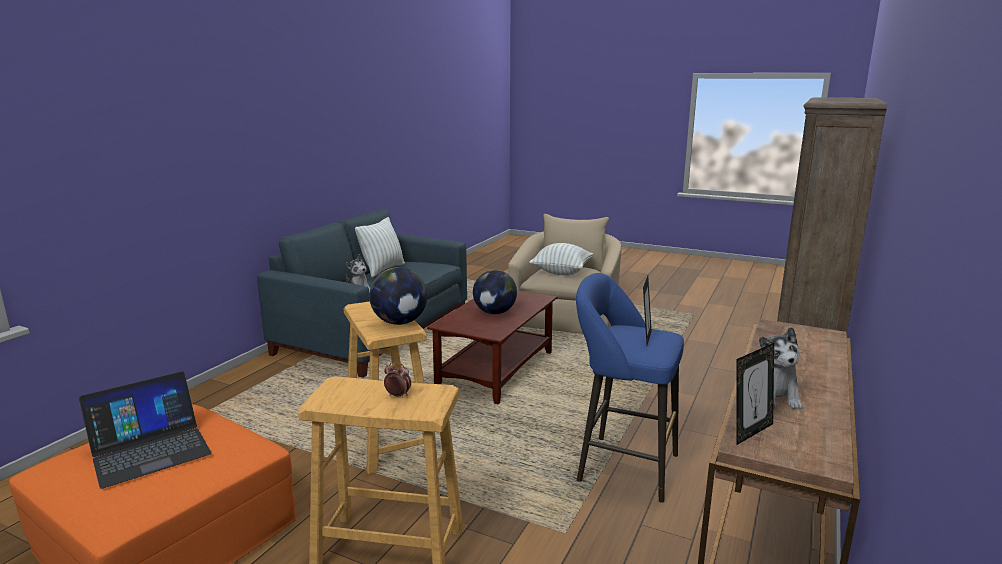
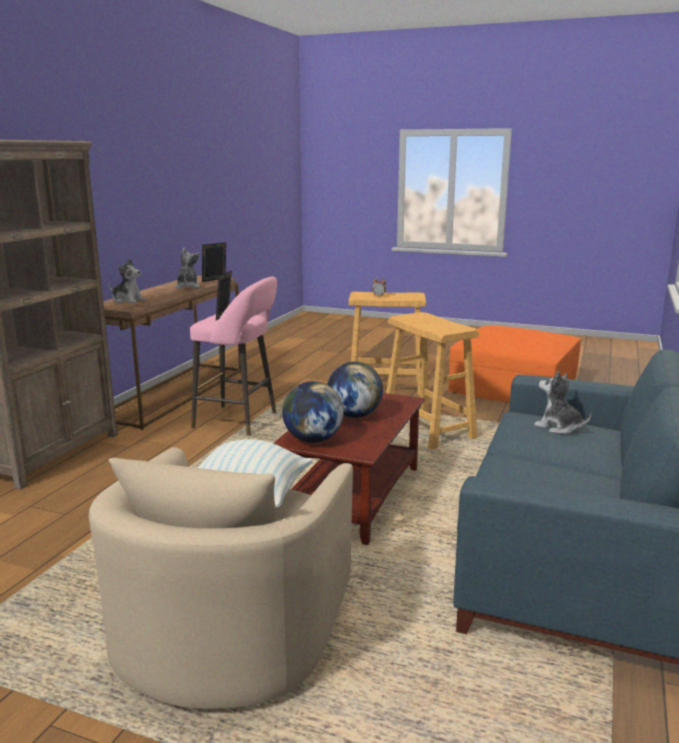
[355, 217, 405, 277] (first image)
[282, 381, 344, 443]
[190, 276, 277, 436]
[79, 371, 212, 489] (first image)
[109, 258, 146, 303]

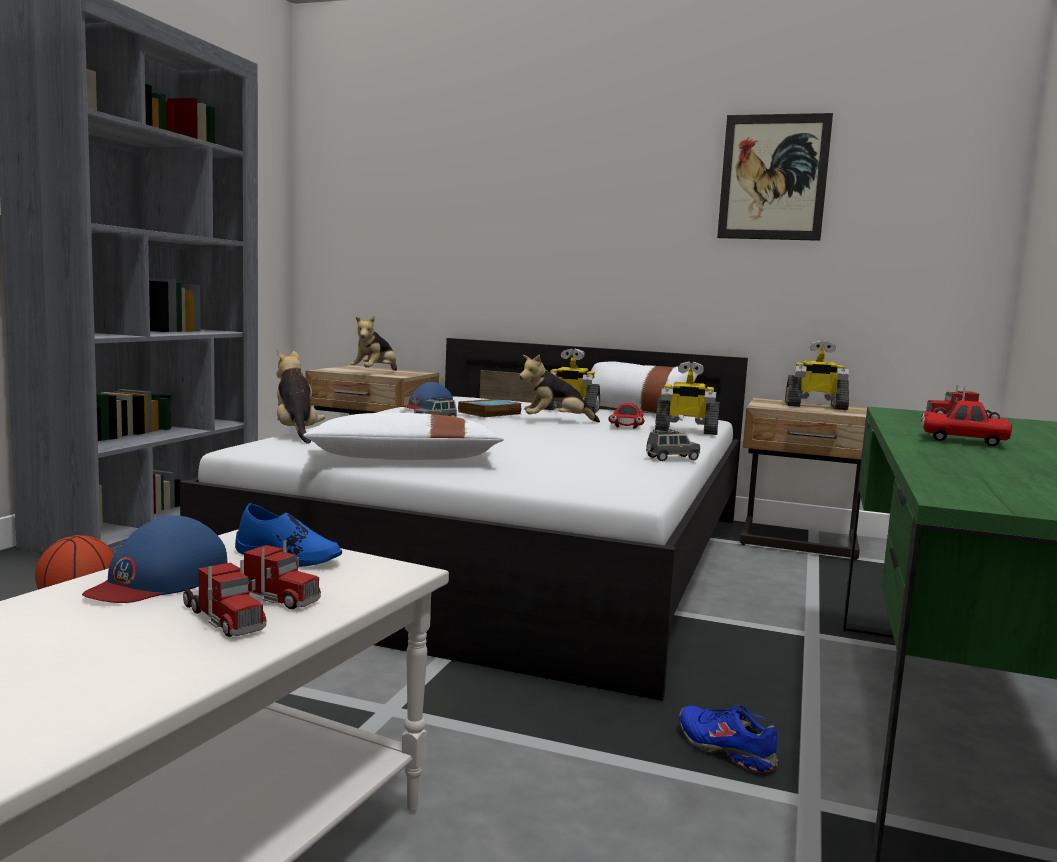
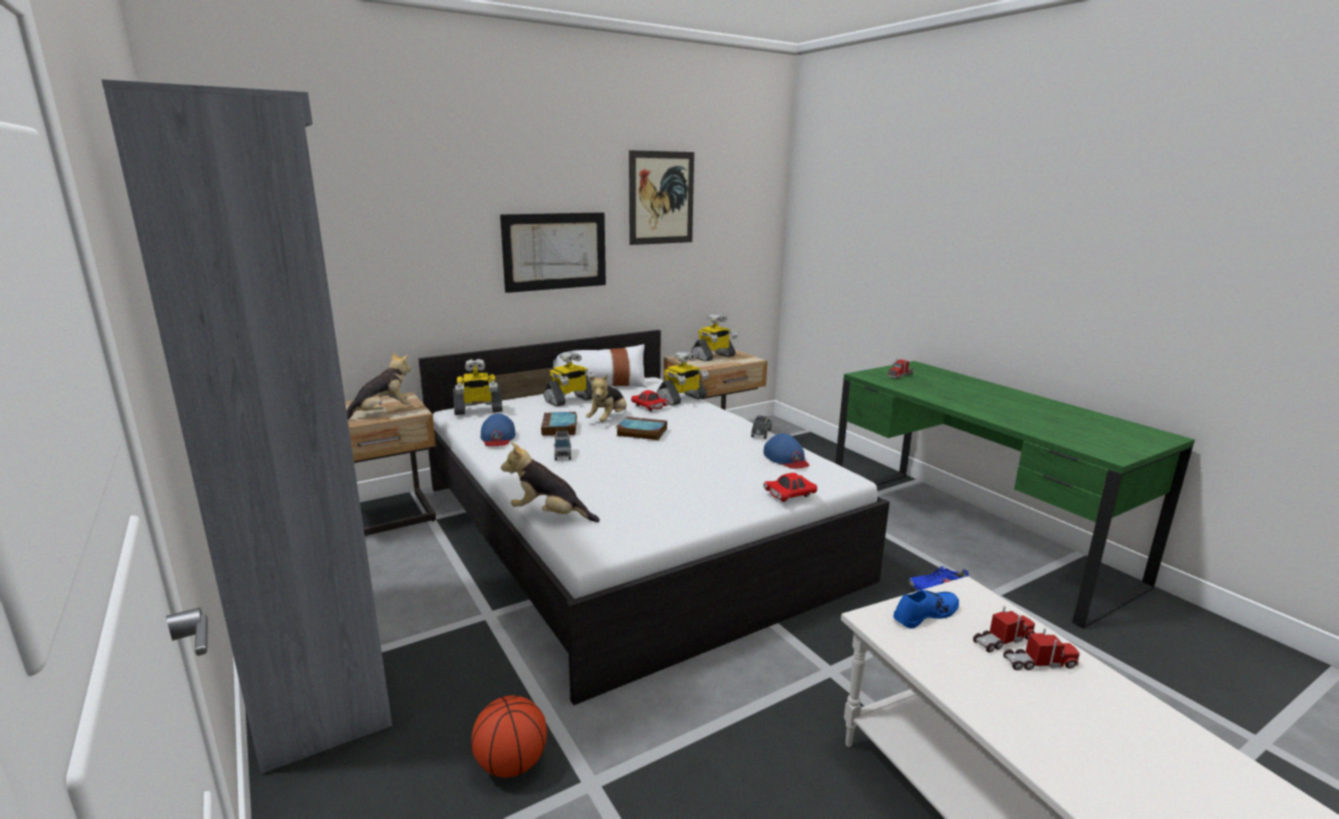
[347, 352, 411, 419]
[763, 473, 817, 502]
[303, 413, 504, 460] (first image)
[764, 433, 810, 469]
[500, 212, 606, 293]
[453, 359, 503, 415]
[617, 417, 667, 440]

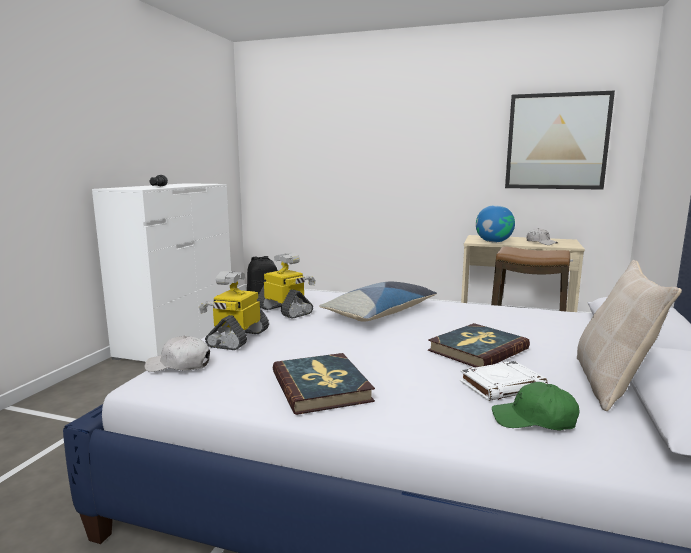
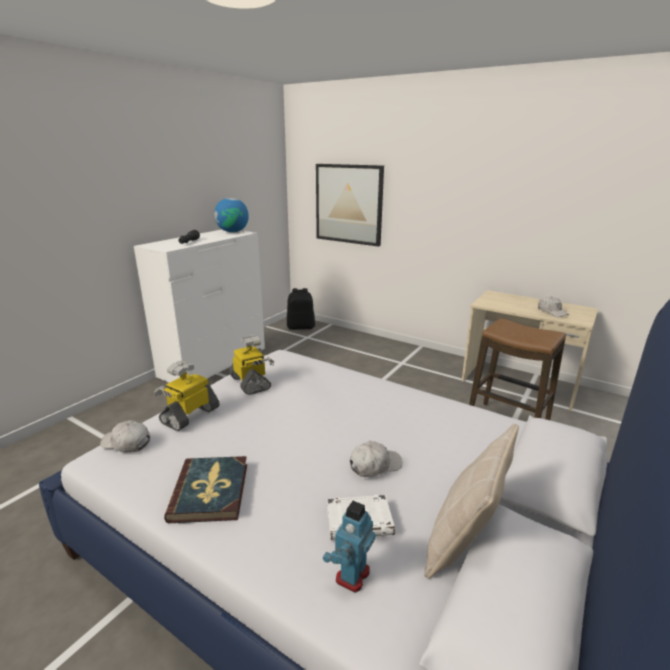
[316, 164, 384, 247]
[214, 198, 249, 232]
[319, 282, 437, 322] (first image)
[350, 441, 402, 477]
[323, 501, 375, 593]

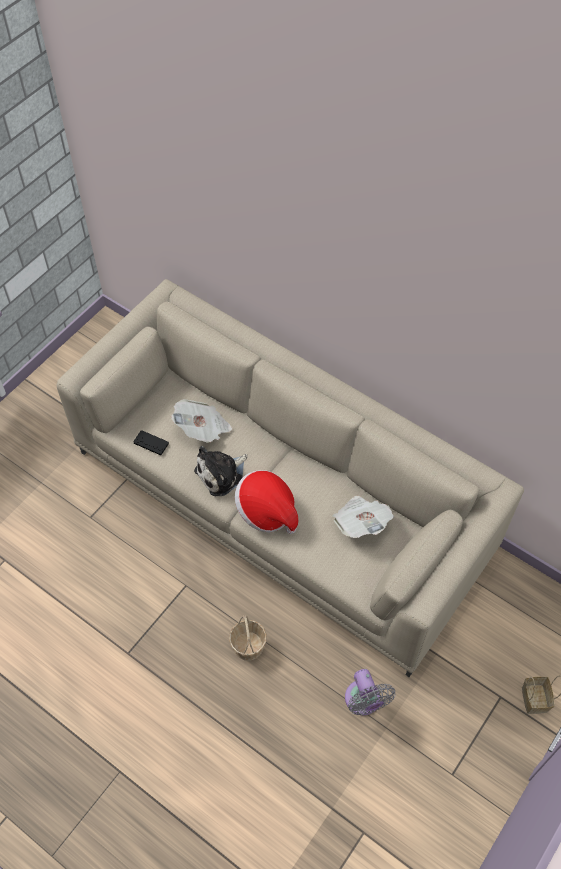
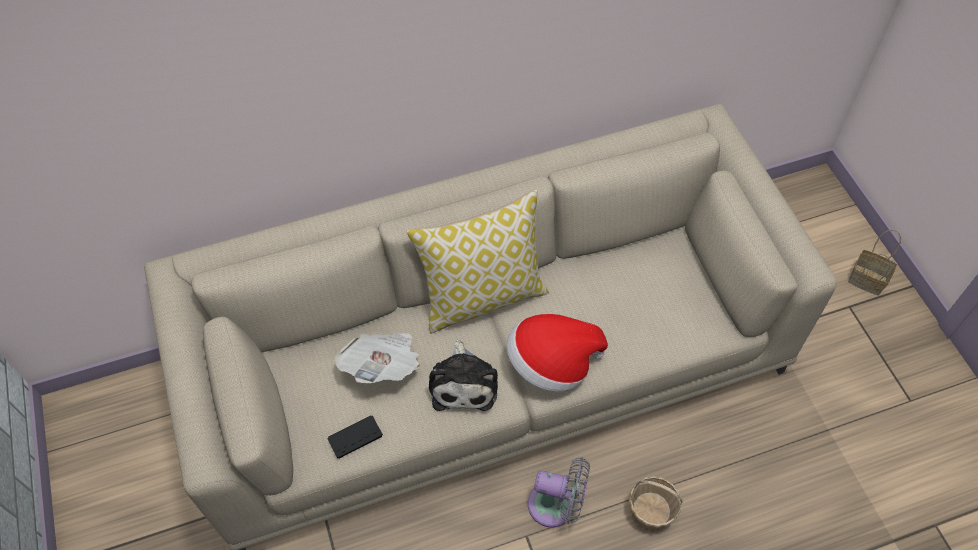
[332, 496, 394, 538] (first image)
[528, 457, 590, 528]
[406, 189, 549, 334]

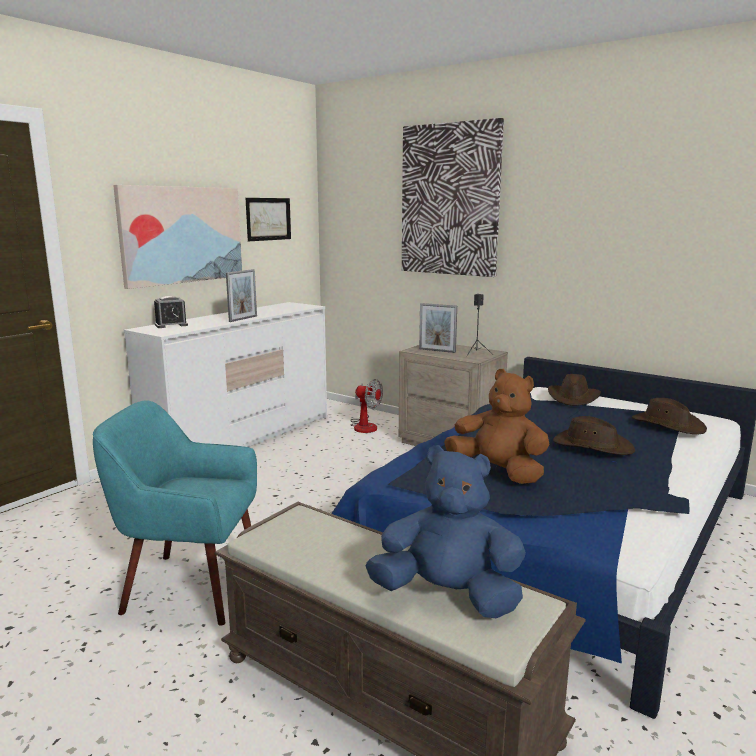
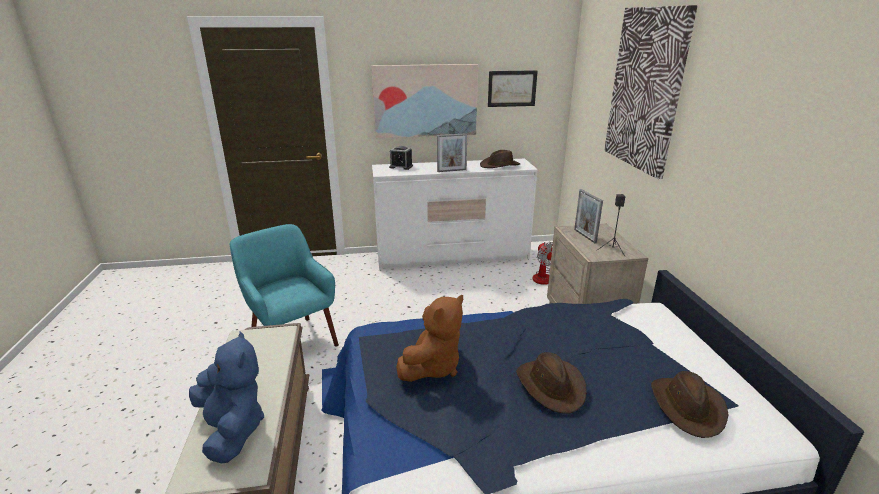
[396, 295, 463, 382]
[480, 150, 520, 168]

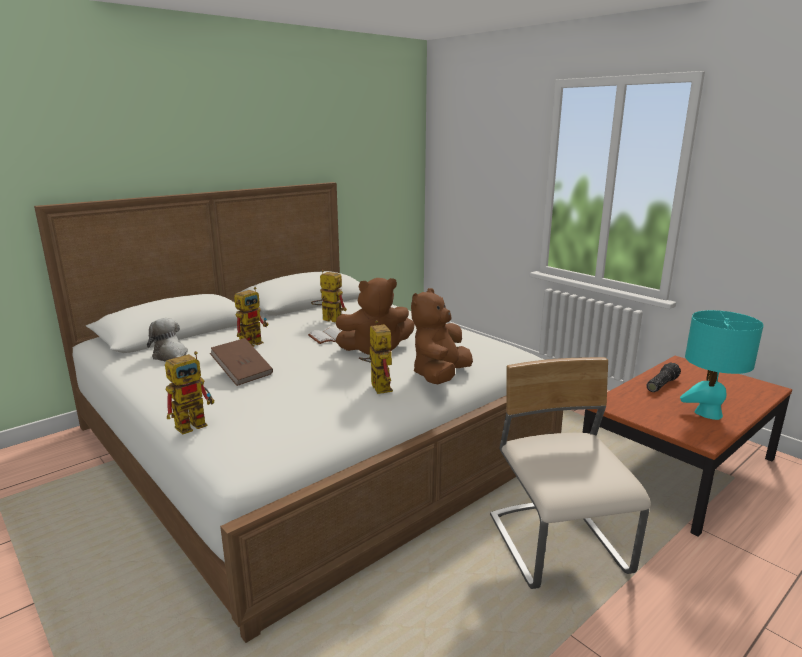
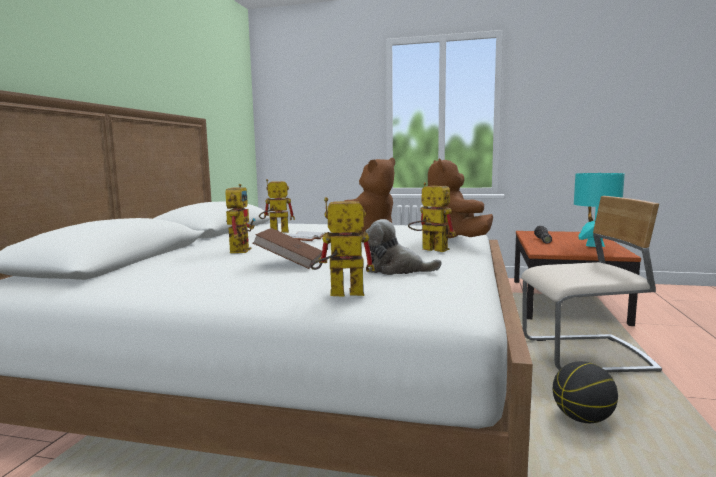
[365, 219, 442, 275]
[310, 197, 375, 297]
[521, 196, 662, 372]
[553, 361, 618, 423]

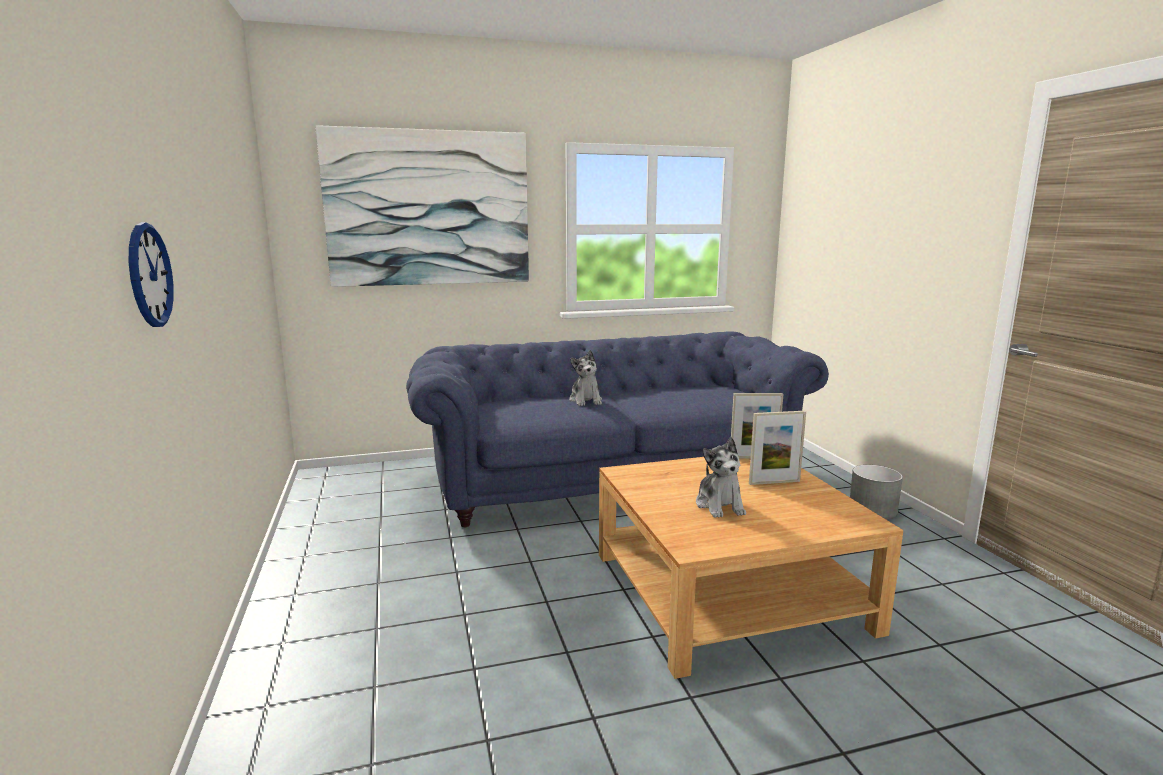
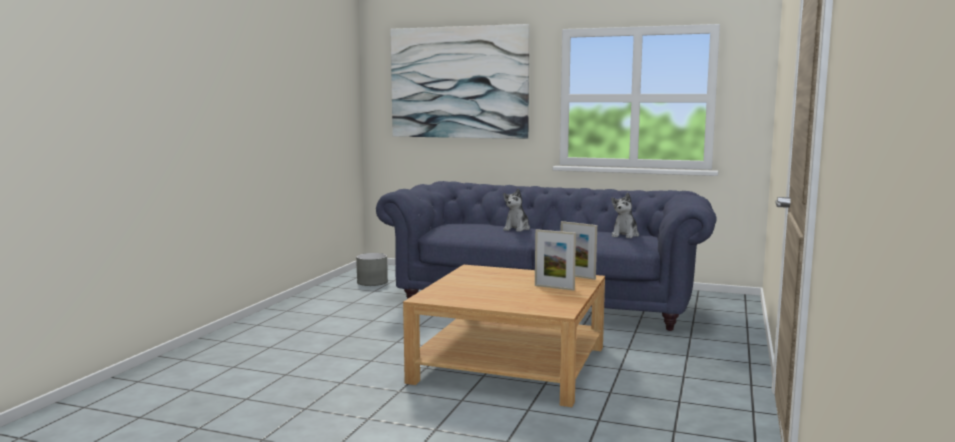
[129, 222, 174, 327] (first image)
[611, 193, 639, 238]
[356, 253, 388, 286]

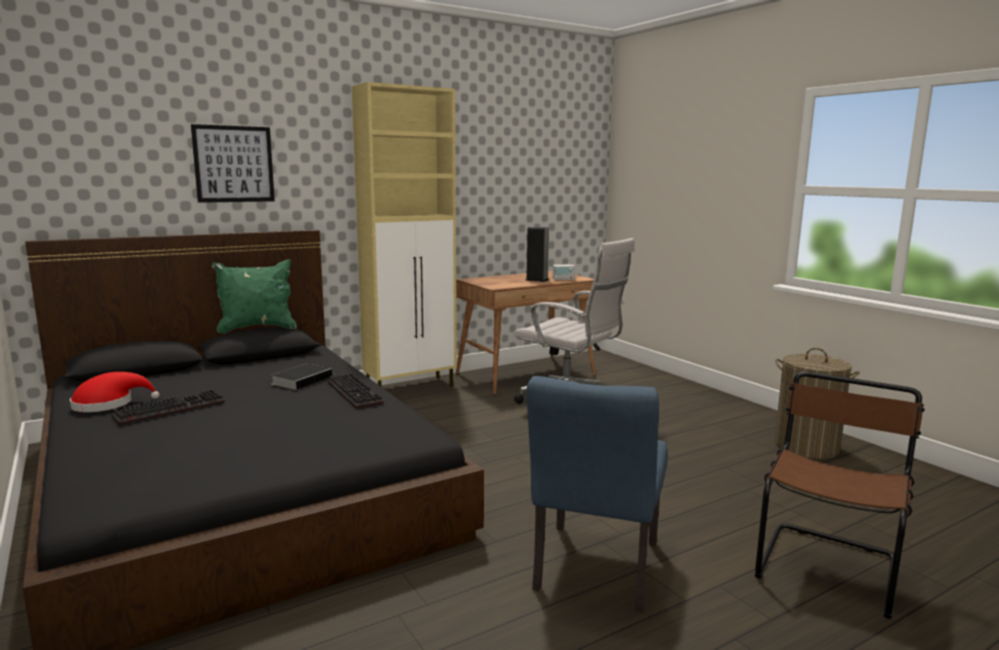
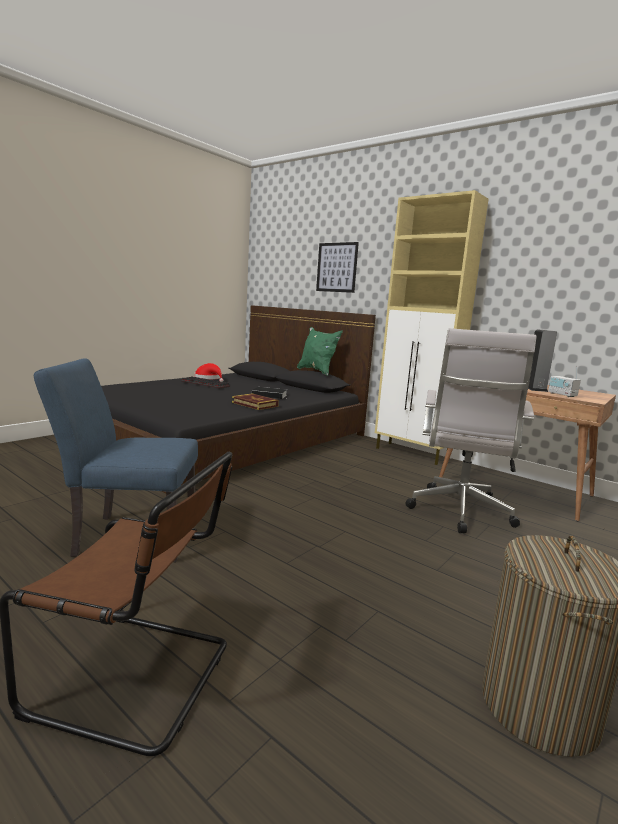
[232, 394, 279, 410]

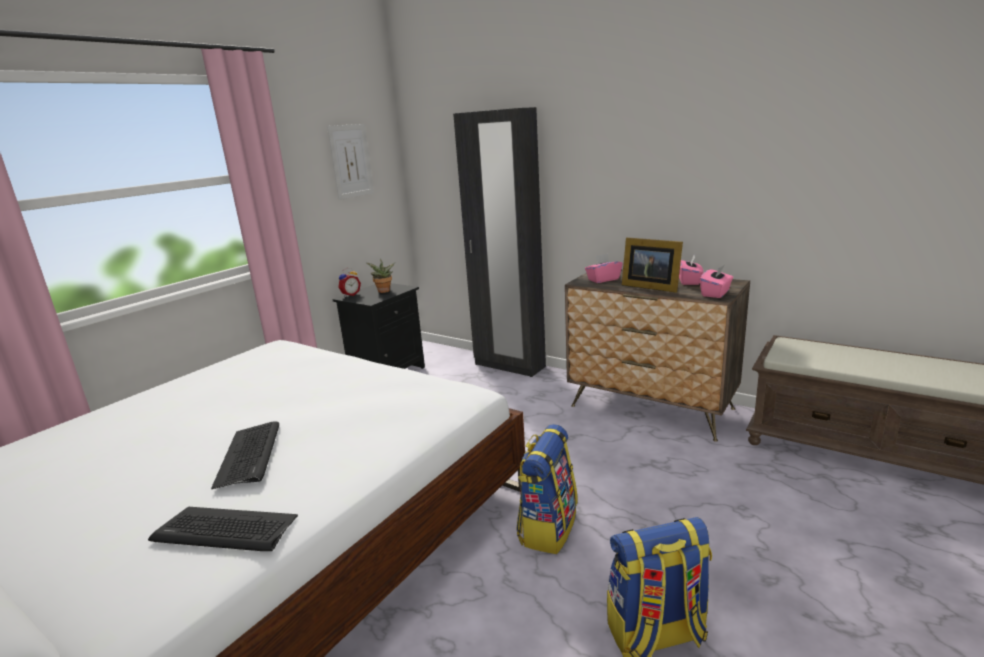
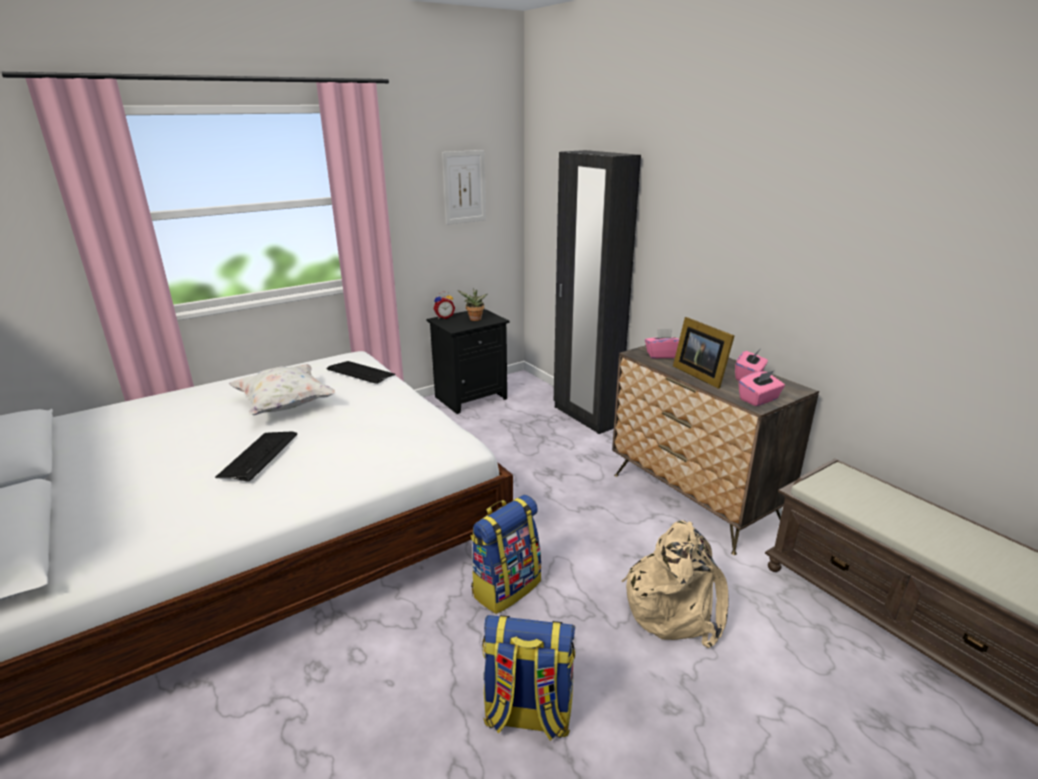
[327, 361, 396, 384]
[229, 364, 336, 415]
[622, 520, 729, 648]

